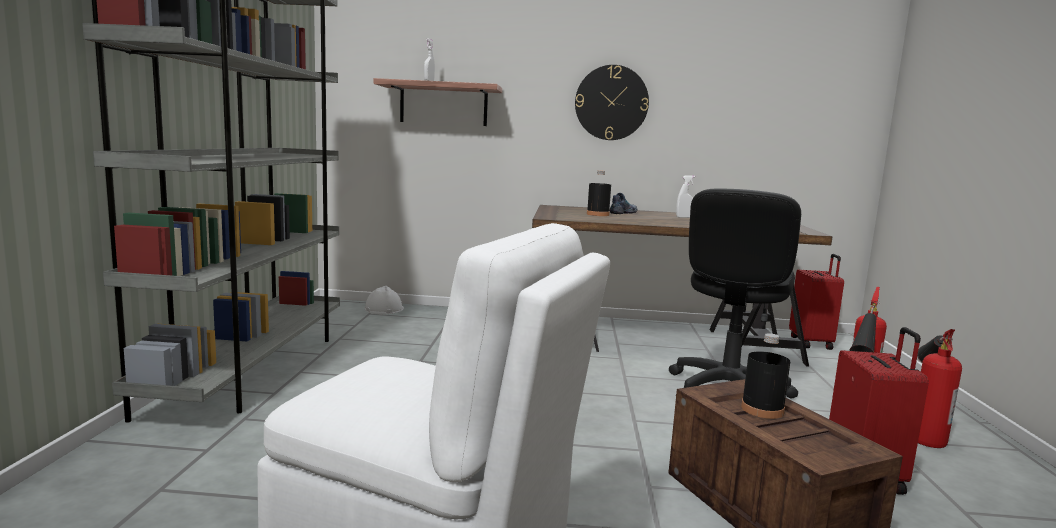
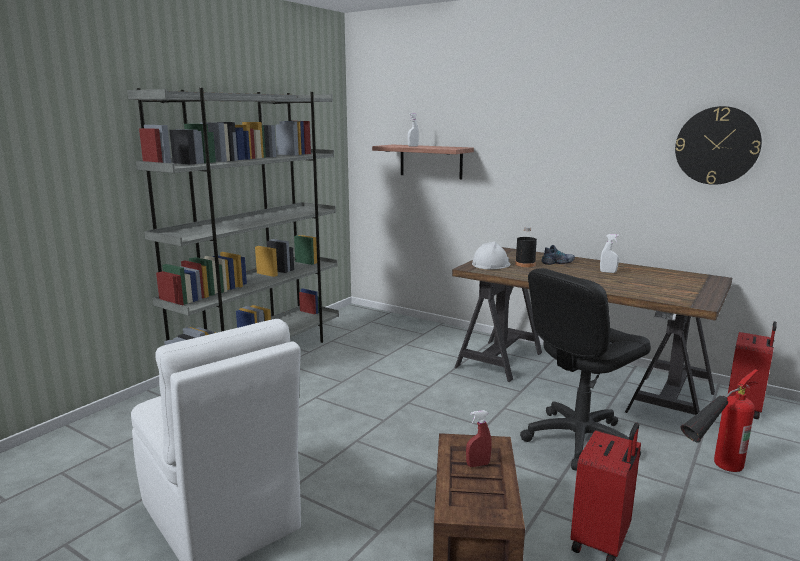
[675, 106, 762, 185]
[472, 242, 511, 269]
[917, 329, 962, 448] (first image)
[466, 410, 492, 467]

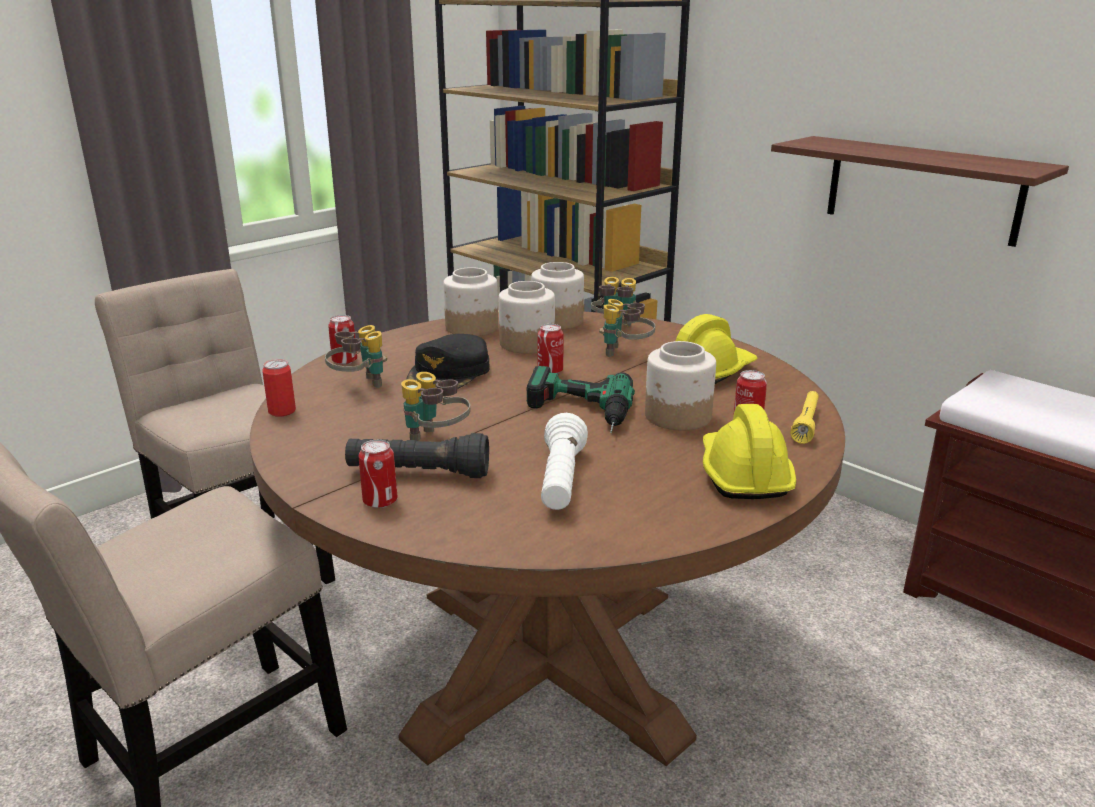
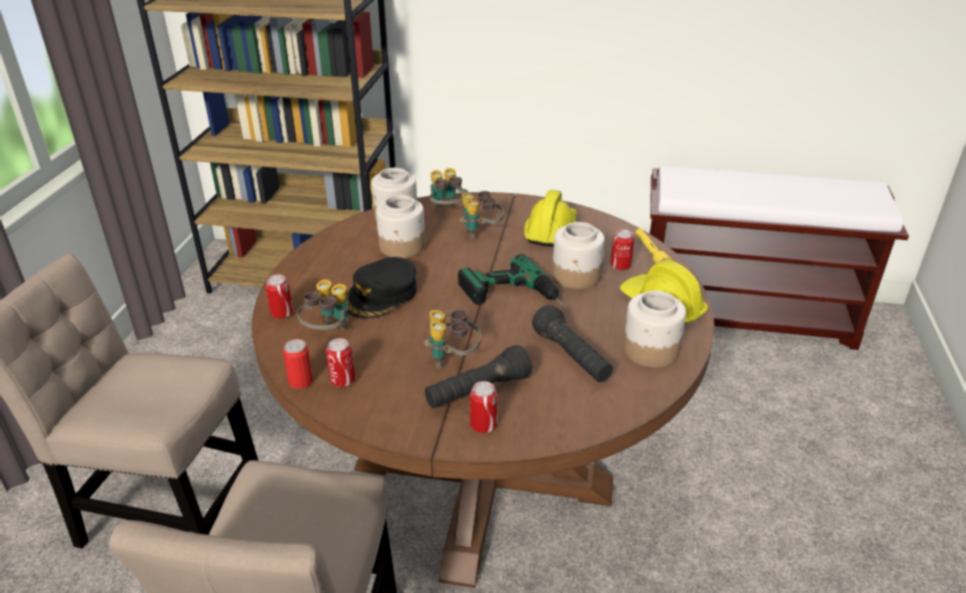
[771, 136, 1069, 247] (first image)
[623, 291, 686, 368]
[326, 338, 355, 387]
[346, 257, 417, 319]
[532, 305, 613, 382]

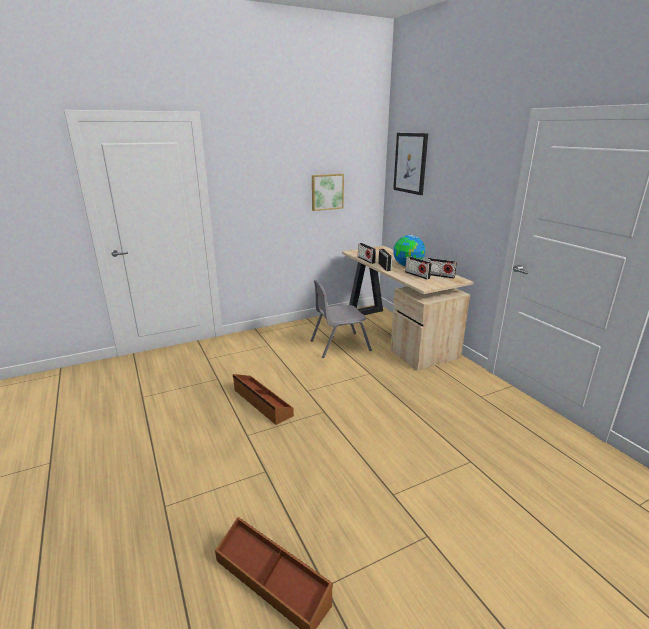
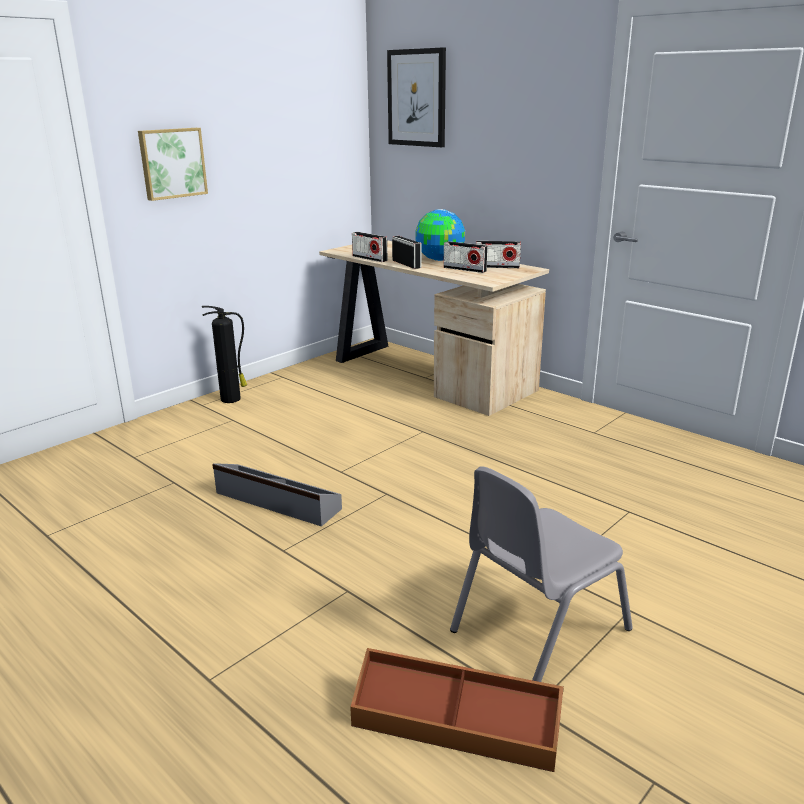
[138, 128, 208, 201]
[450, 466, 633, 682]
[212, 463, 342, 527]
[202, 306, 247, 403]

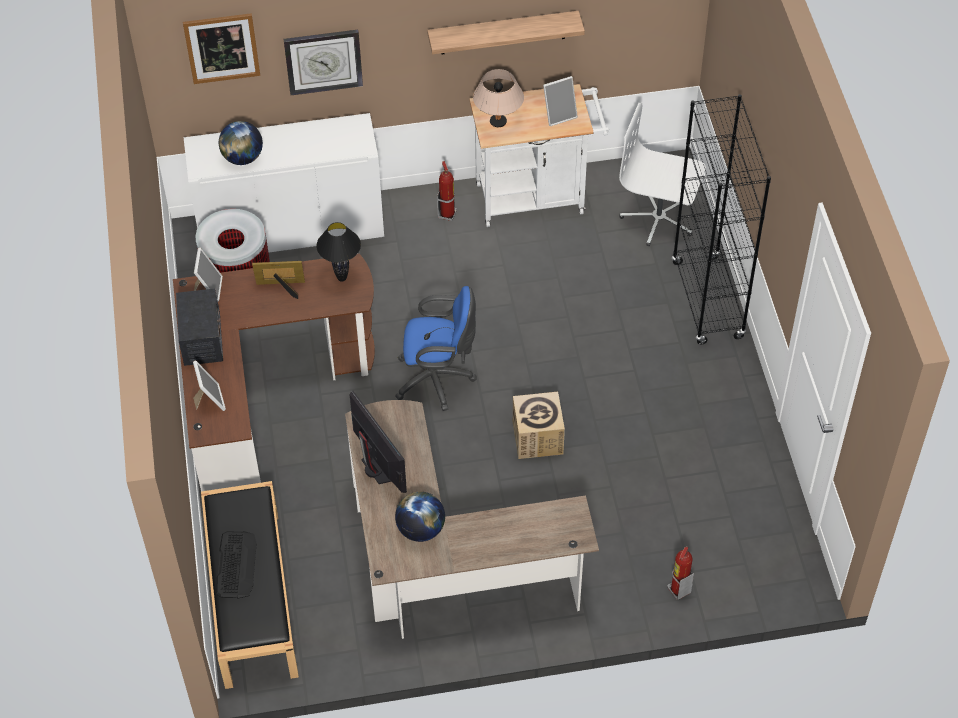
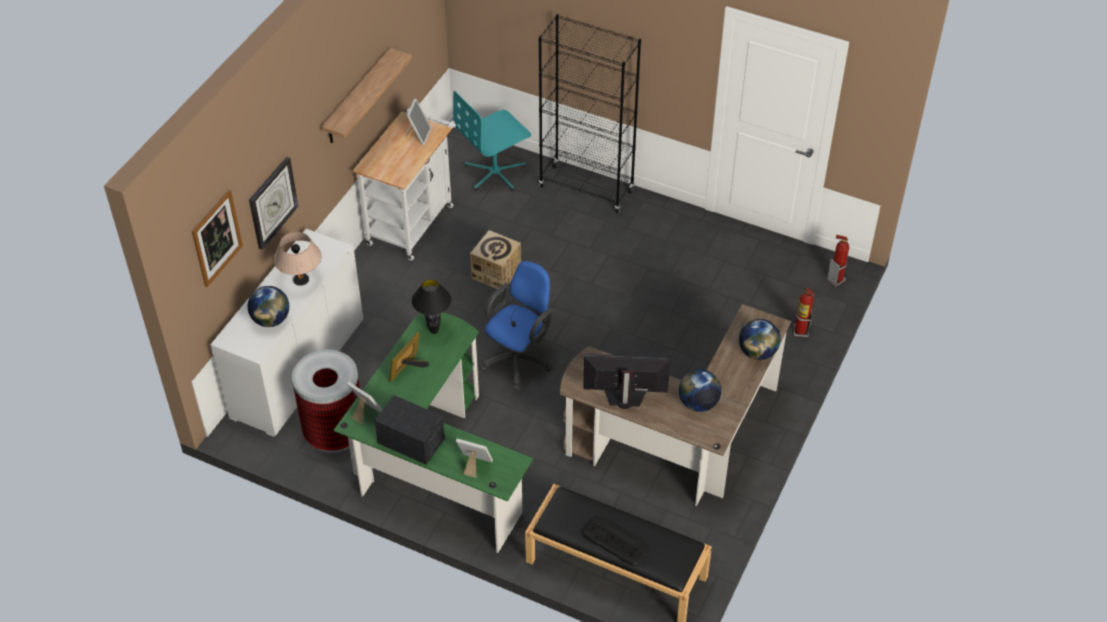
[274, 232, 322, 286]
[453, 91, 531, 191]
[827, 235, 849, 286]
[334, 312, 533, 553]
[470, 230, 521, 291]
[739, 319, 780, 360]

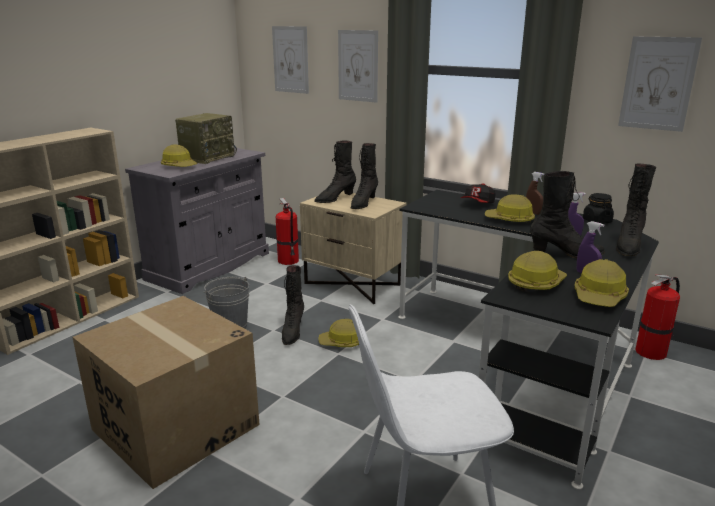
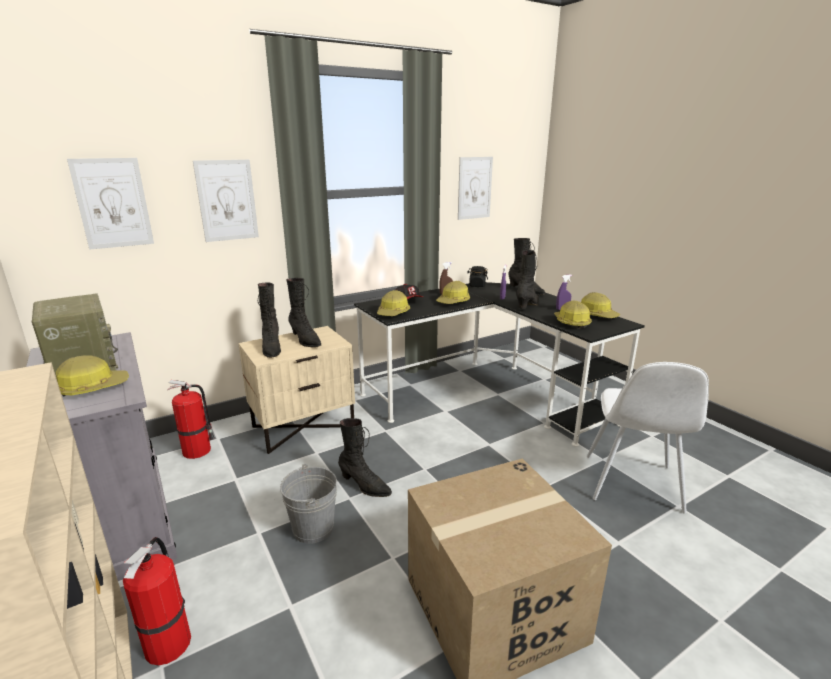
[123, 537, 191, 666]
[377, 290, 410, 316]

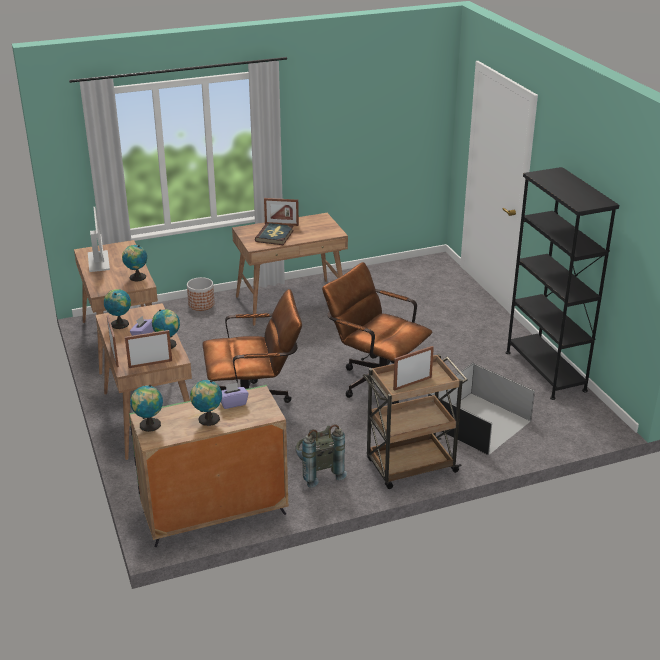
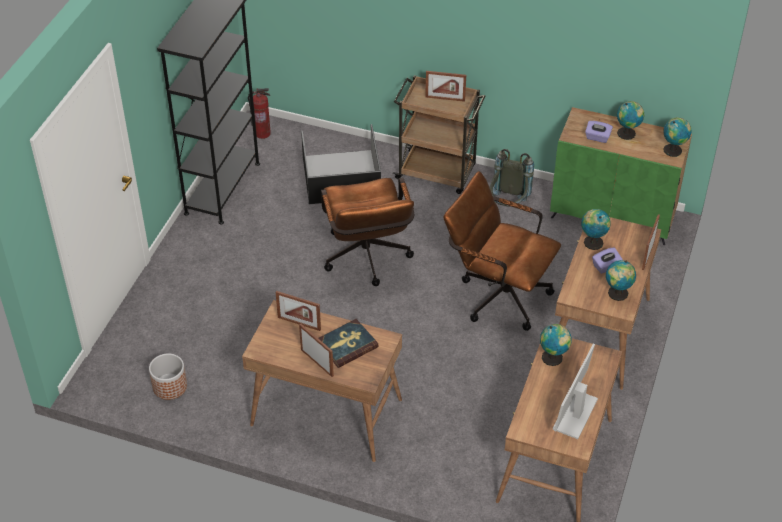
[149, 354, 187, 400]
[276, 291, 321, 331]
[248, 88, 271, 139]

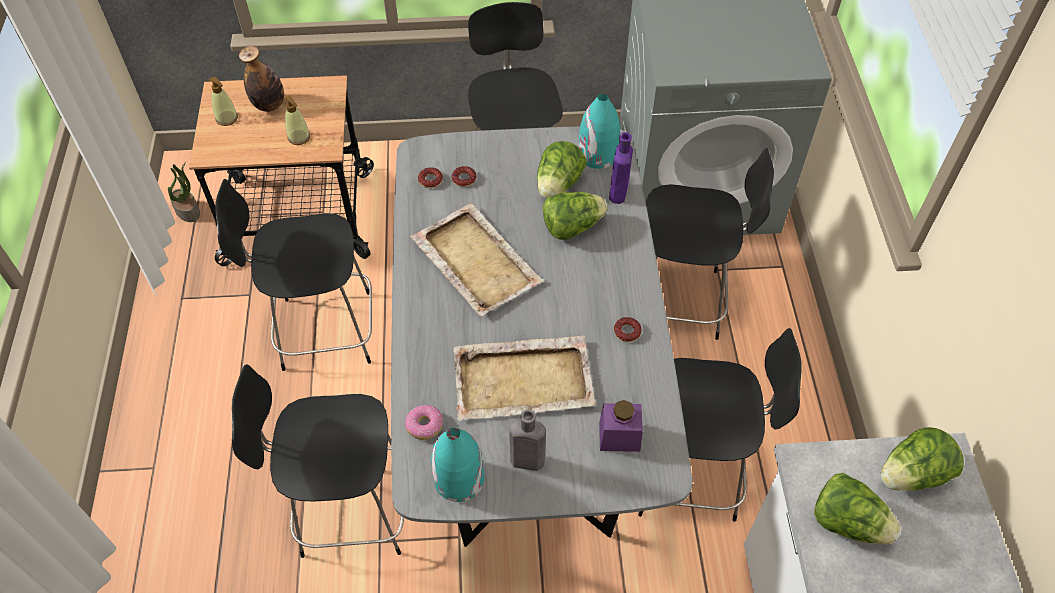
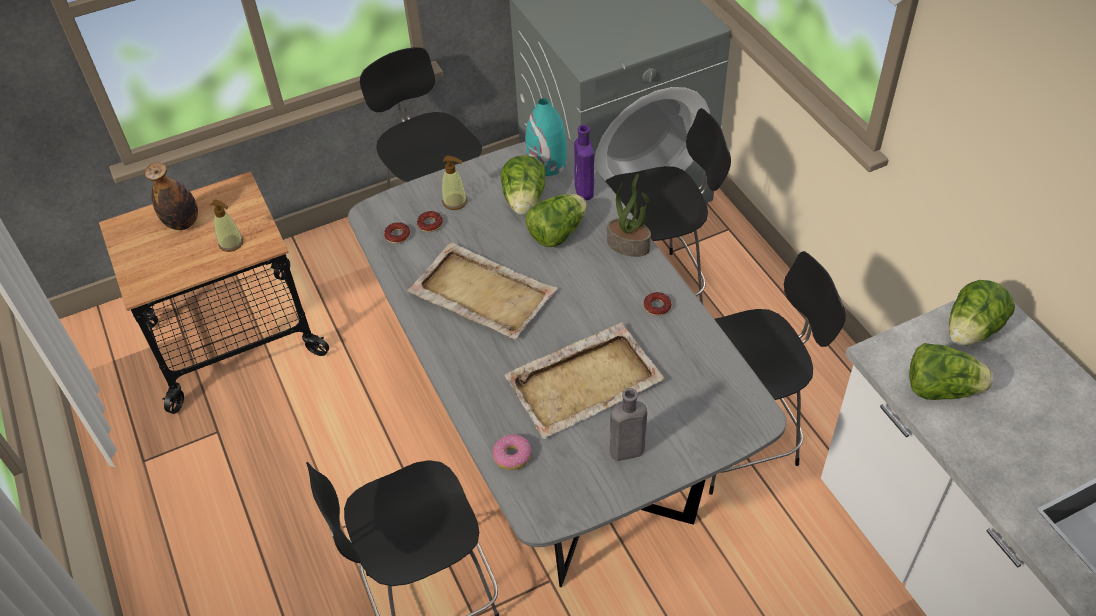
[442, 156, 467, 210]
[607, 174, 651, 257]
[215, 179, 372, 371] (first image)
[599, 400, 643, 452] (first image)
[431, 428, 484, 502] (first image)

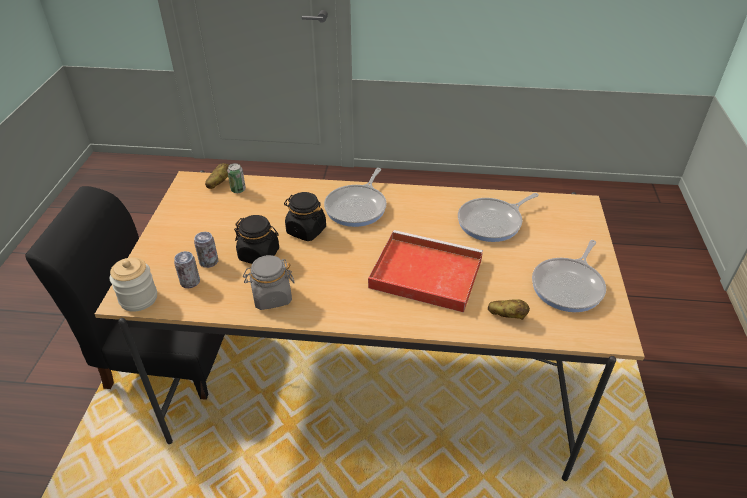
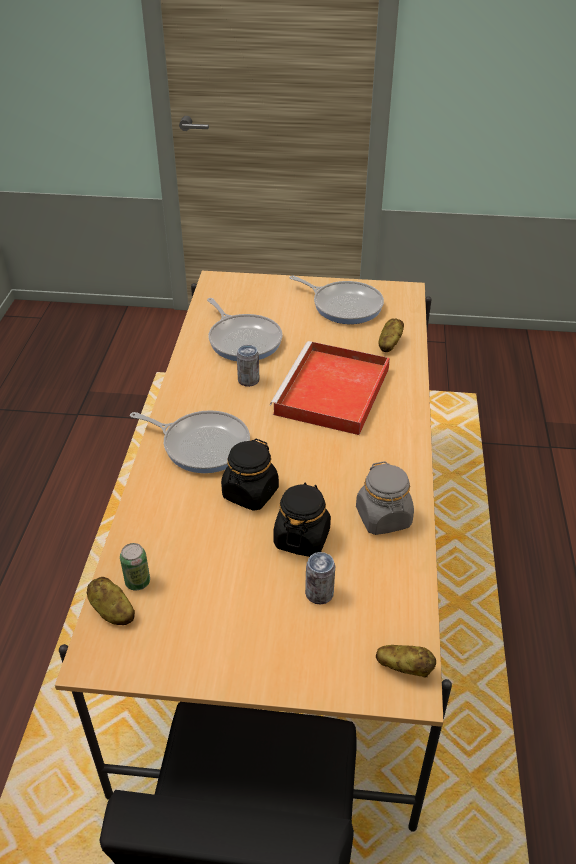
[237, 345, 259, 387]
[376, 645, 436, 678]

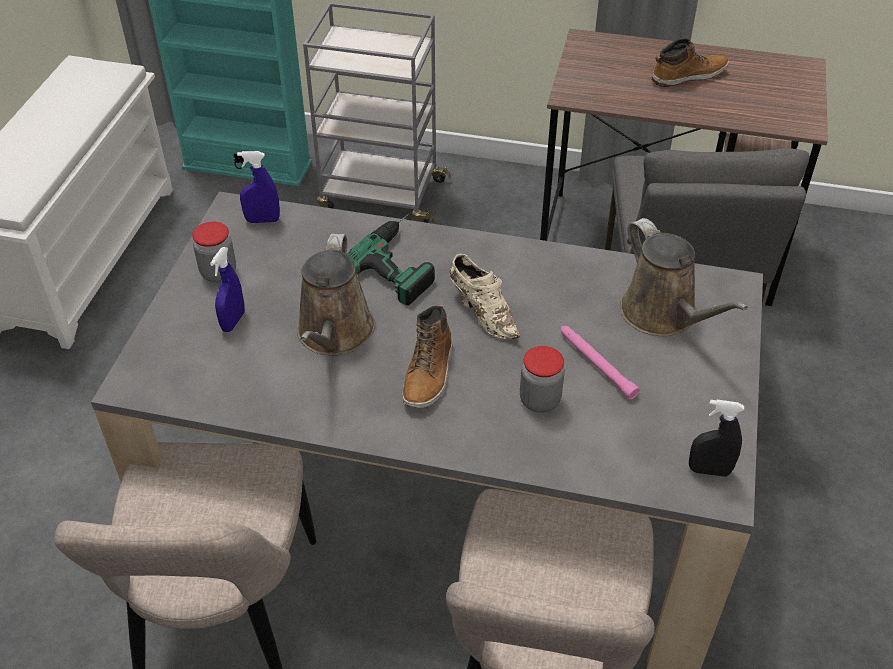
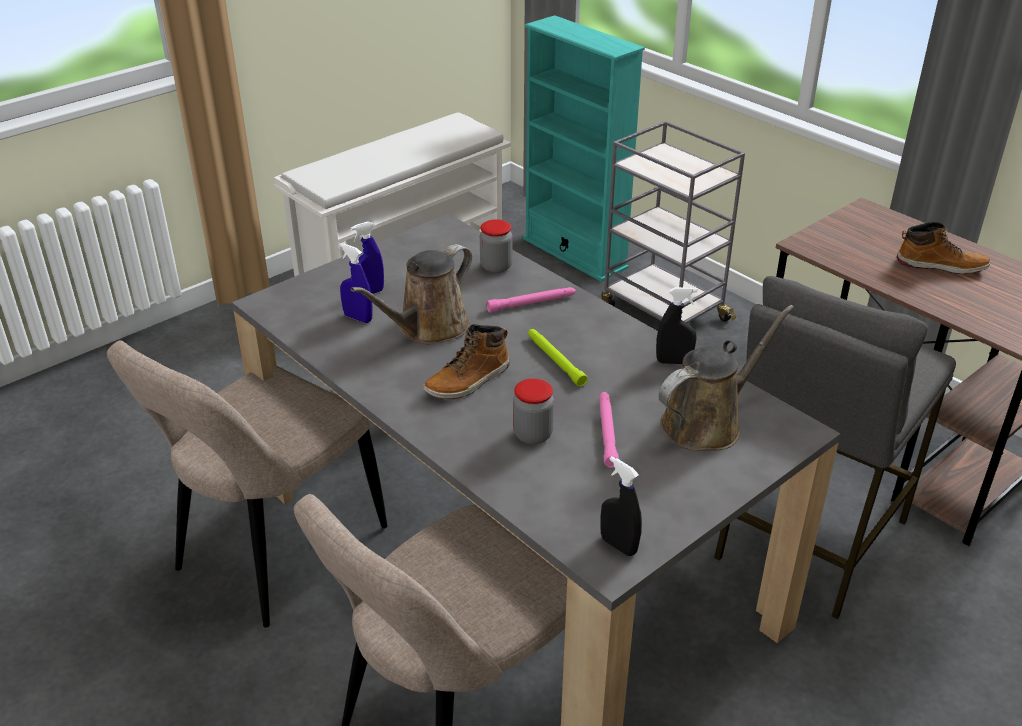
[339, 243, 372, 323]
[487, 287, 576, 313]
[658, 305, 794, 451]
[480, 219, 512, 273]
[528, 329, 588, 386]
[656, 287, 697, 364]

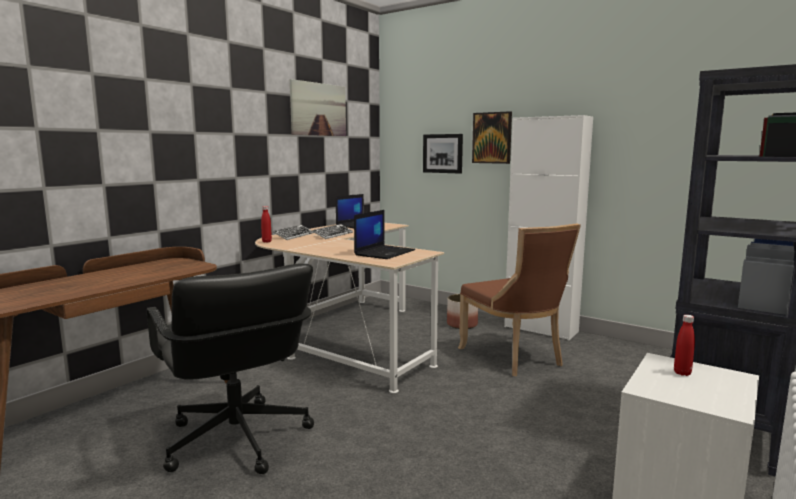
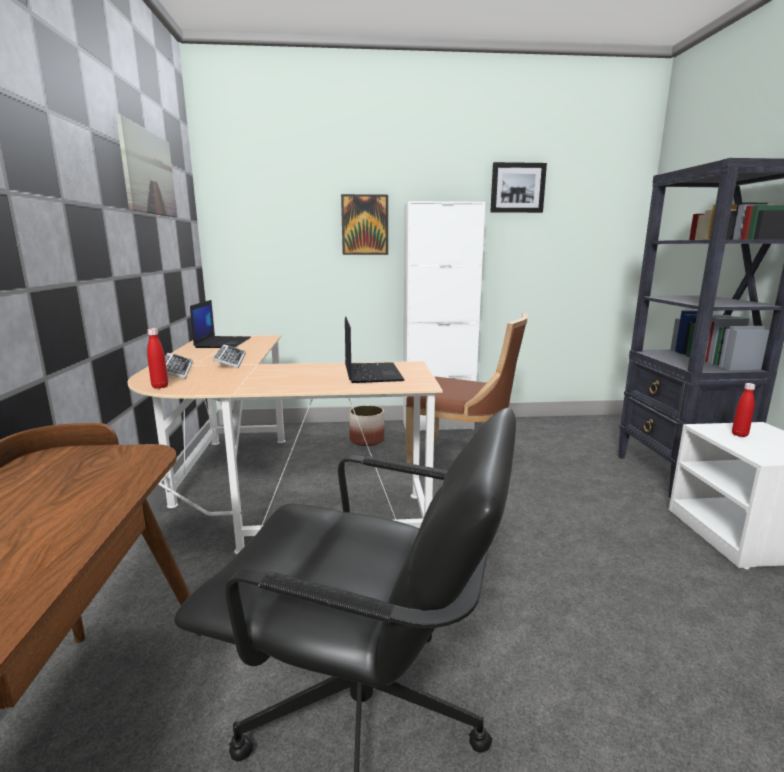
[490, 162, 547, 213]

